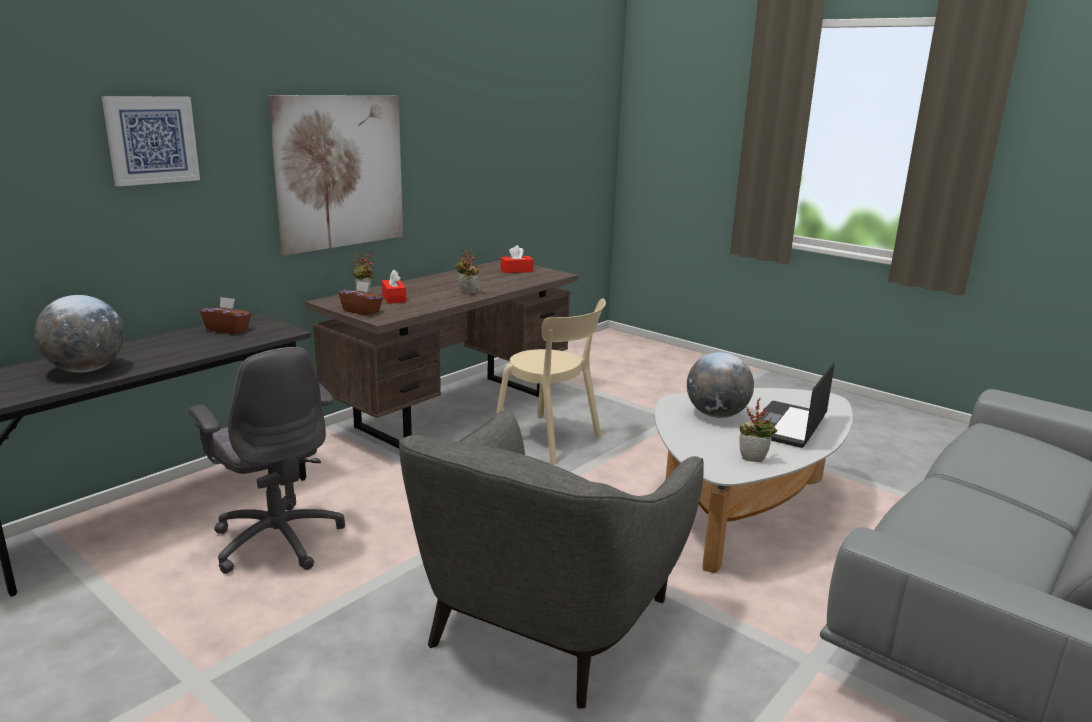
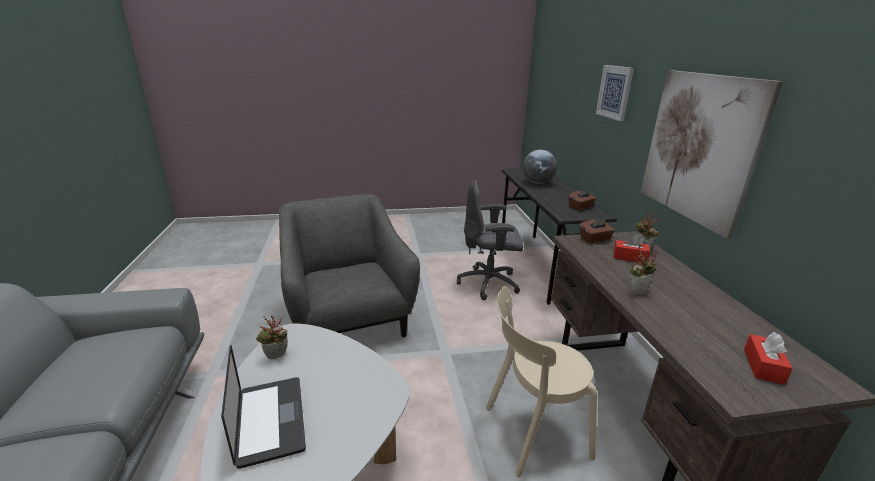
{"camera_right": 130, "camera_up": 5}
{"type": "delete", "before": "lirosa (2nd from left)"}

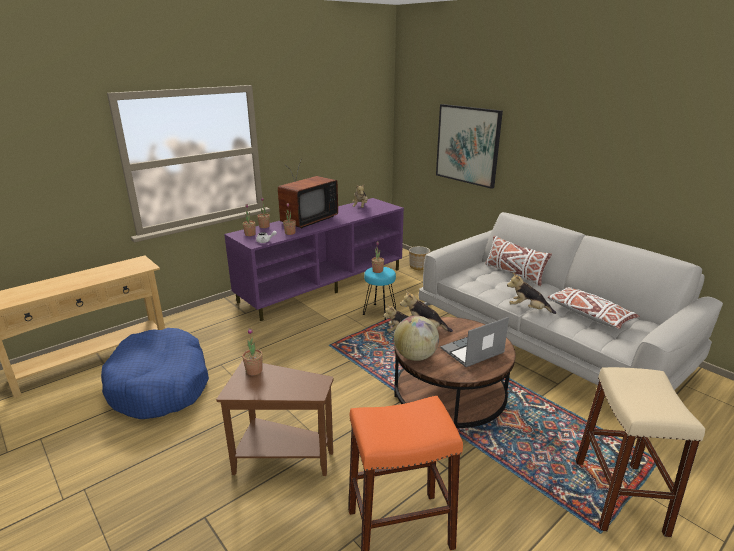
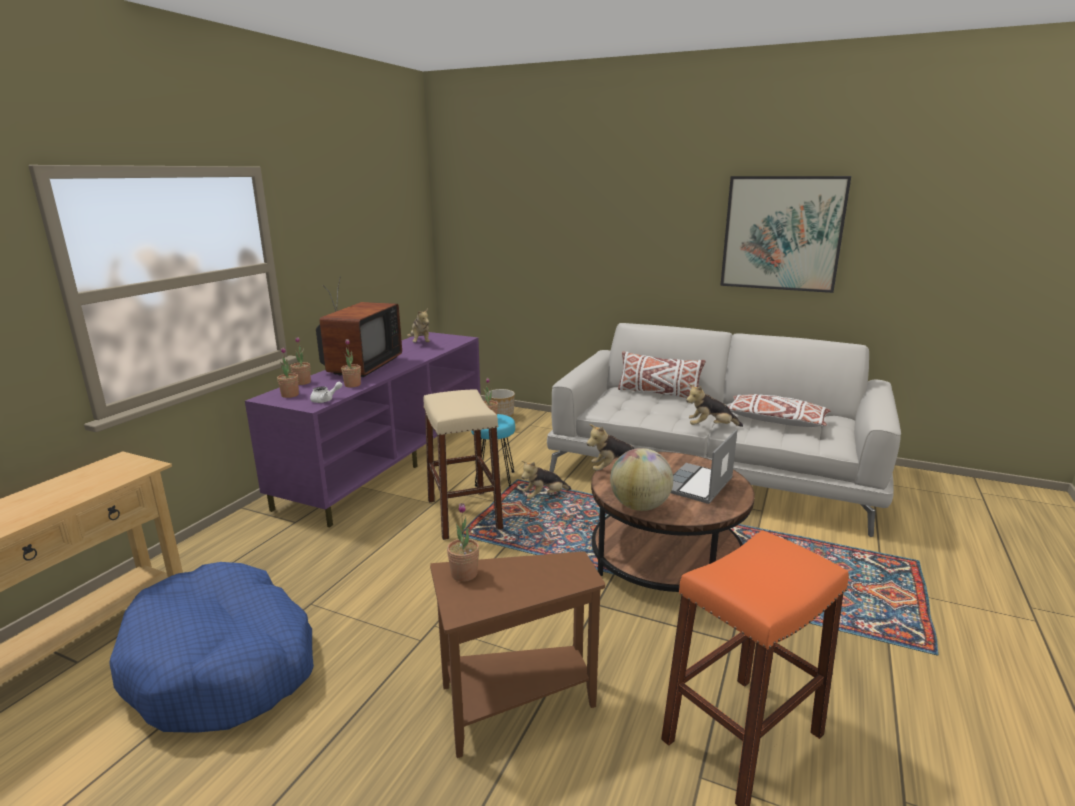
{"camera_right": -25, "camera_up": -5}
{"type": "move", "before": "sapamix"}
{"type": "move", "before": "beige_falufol"}

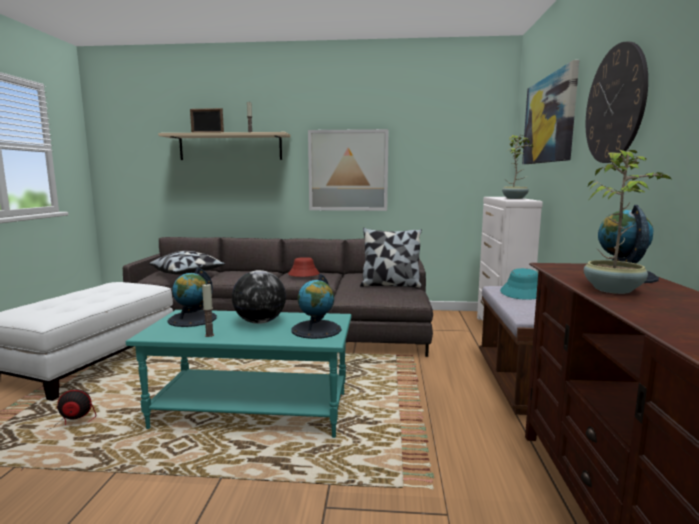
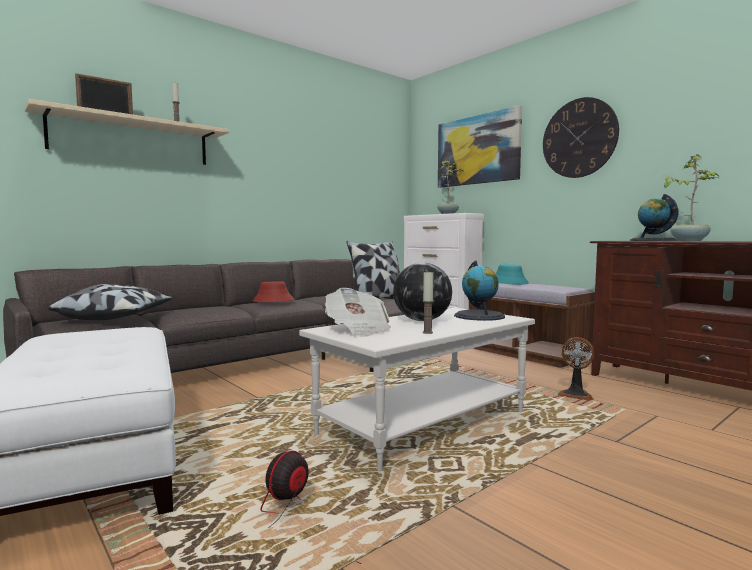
{"camera_right": -45, "camera_up": -5}
{"type": "delete", "before": "sapamix (1st from left)"}
{"type": "insert", "after": "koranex (2nd from left)"}
{"type": "replace", "before": "lirosa (1st from left)", "after": "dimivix"}
{"type": "recolor", "before": "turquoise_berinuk", "after": "white_berinuk"}

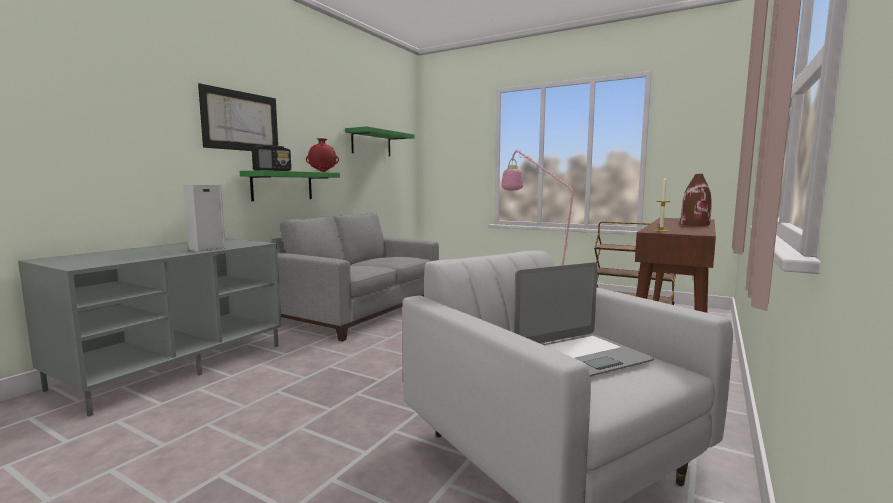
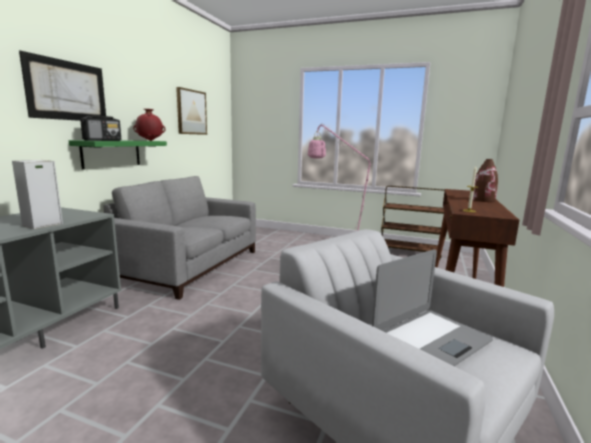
{"camera_right": -10, "camera_up": 5}
{"type": "replace", "before": "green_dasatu (2nd from left)", "after": "sapamix (2nd from left)"}

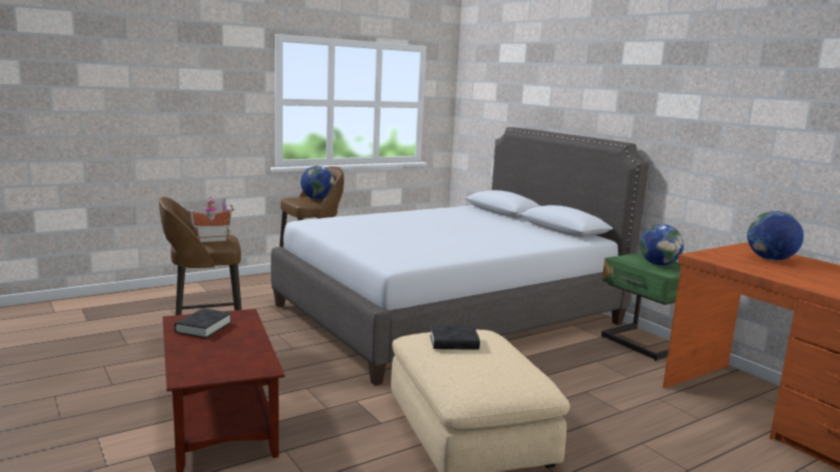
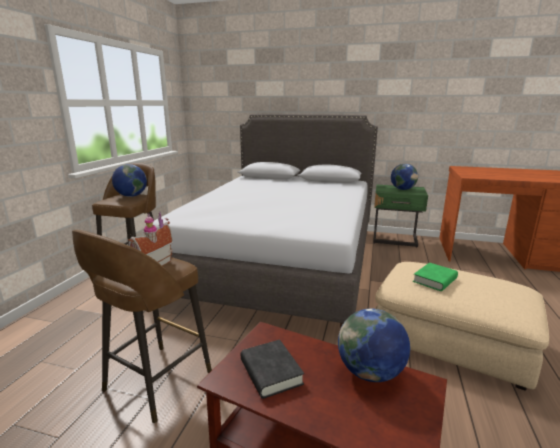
{"camera_right": -40, "camera_up": 5}
{"type": "move", "before": "lirosa (3rd from left in the first image)", "after": "lirosa (2nd from left)"}
{"type": "recolor", "before": "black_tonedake (2nd from left)", "after": "green_tonedake"}

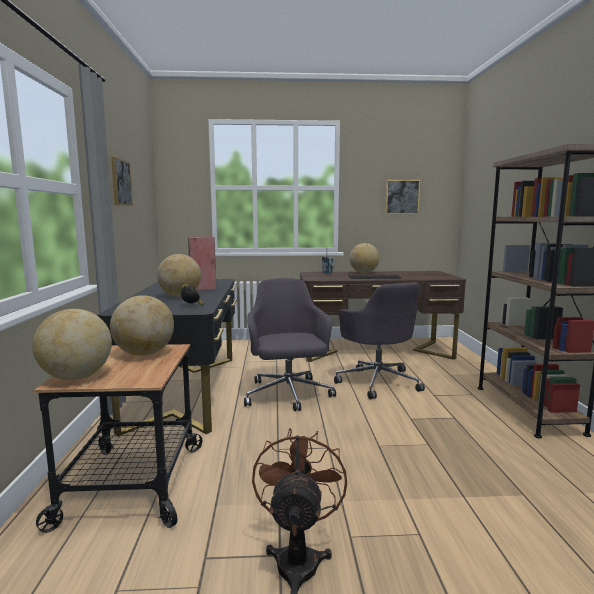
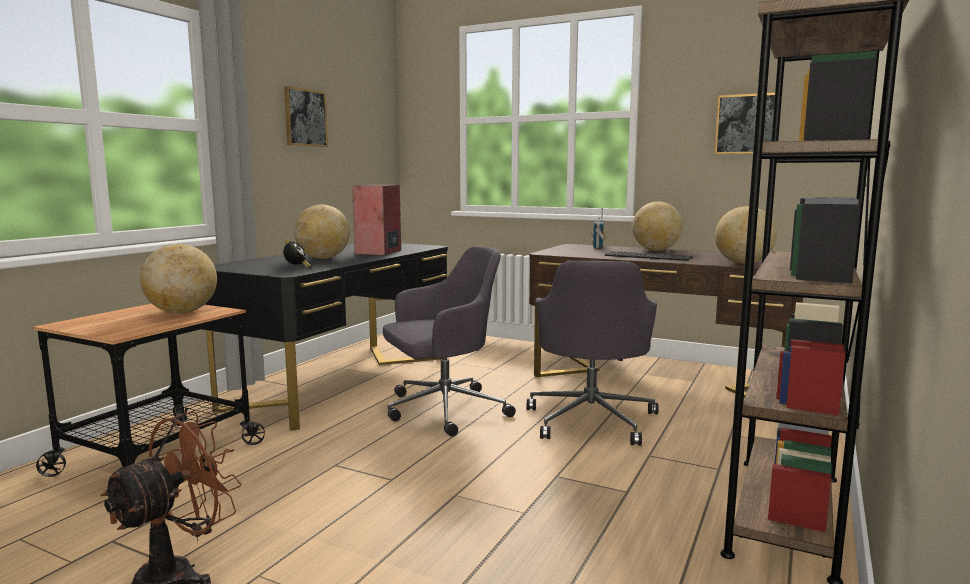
{"camera_right": 30, "camera_up": 0}
{"type": "move", "before": "lirosa (1st from left in the first image)", "after": "lirosa (4th from left)"}
{"type": "rotate", "before": "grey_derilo (1st from left)", "turn": 45}

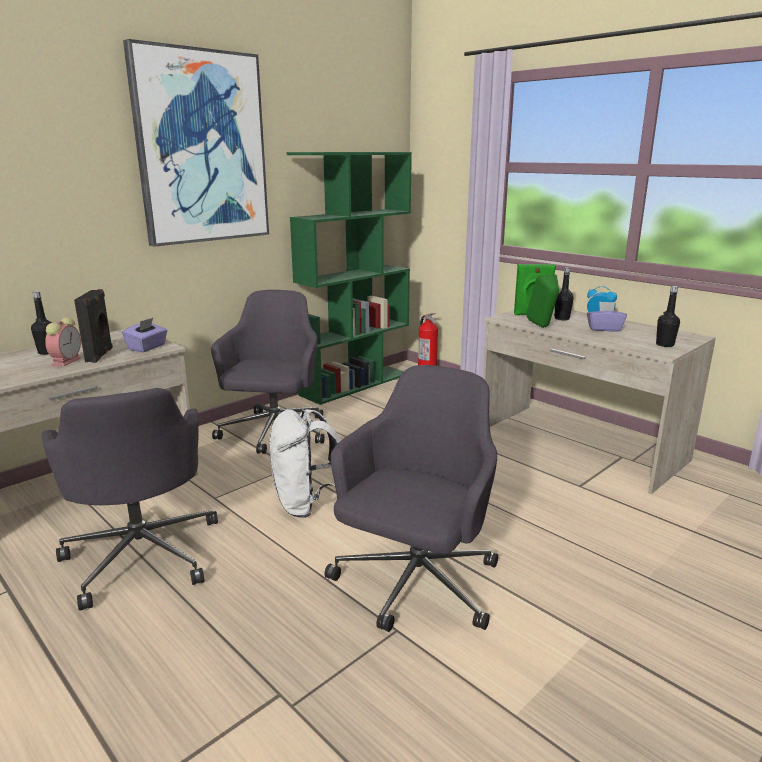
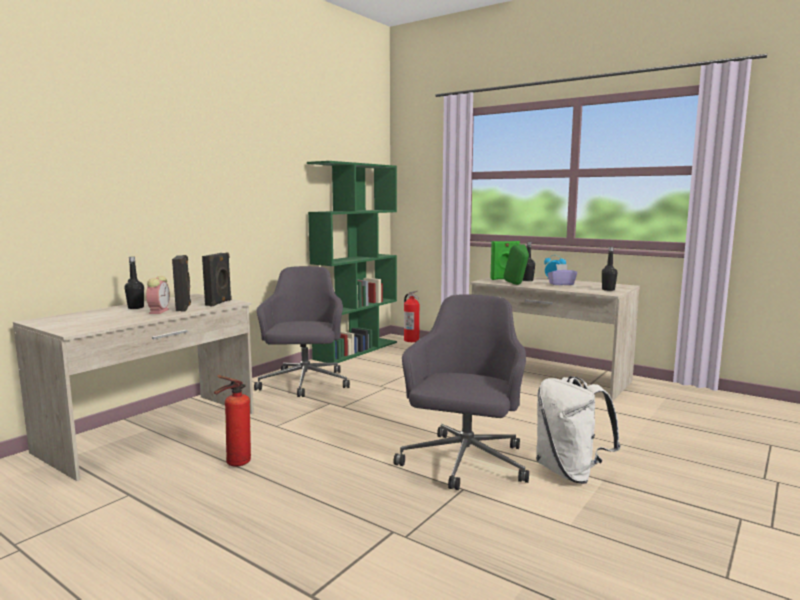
{"camera_right": -10, "camera_up": -10}
{"type": "delete", "before": "sapamix"}
{"type": "move", "before": "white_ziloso"}
{"type": "replace", "before": "grey_derilo (1st from left)", "after": "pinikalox (1st from left)"}
{"type": "replace", "before": "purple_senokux (1st from left)", "after": "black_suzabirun (2nd from left)"}

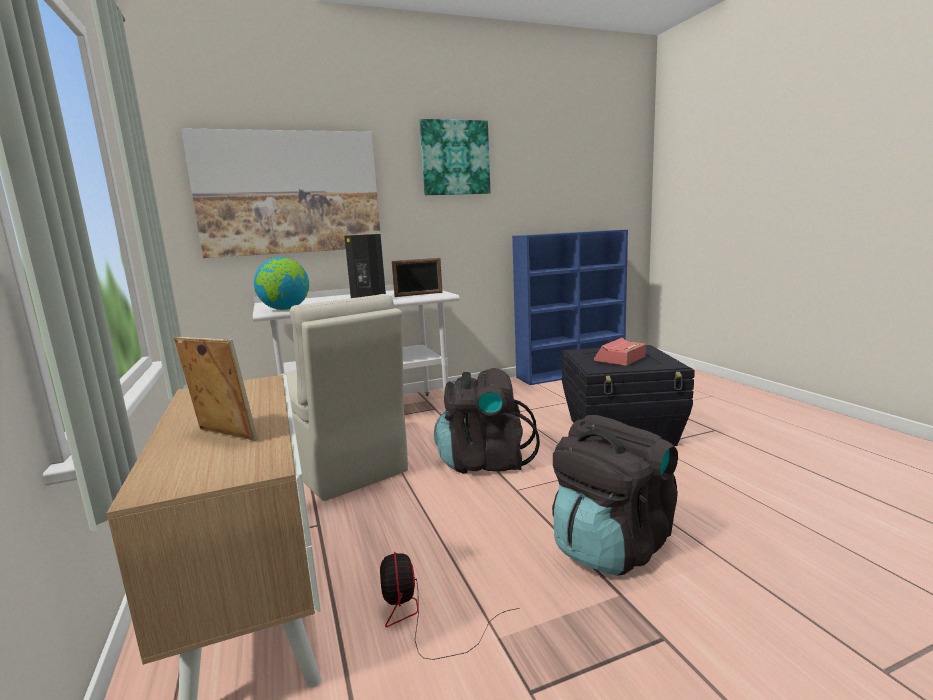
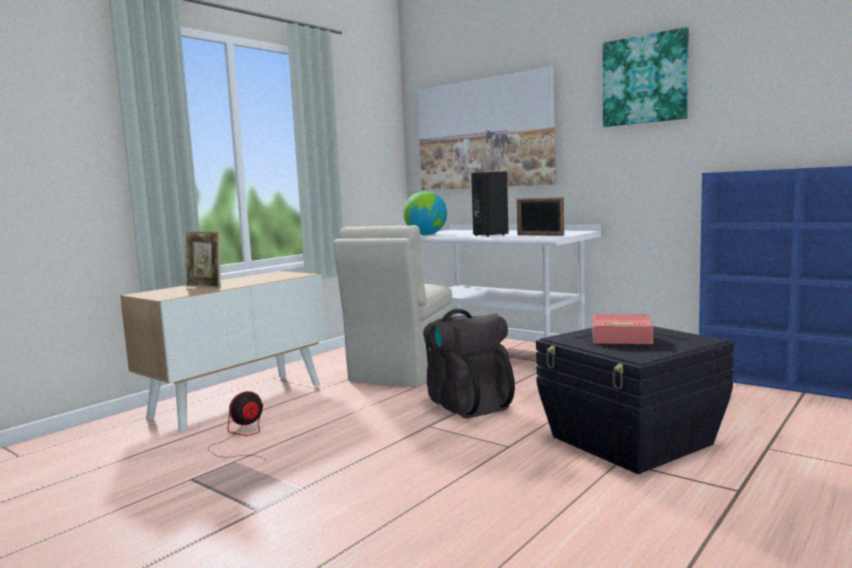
{"camera_right": 60, "camera_up": -5}
{"type": "delete", "before": "black_ziloso (2nd from left)"}
{"type": "rotate", "before": "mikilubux (1st from left)", "turn": 120}

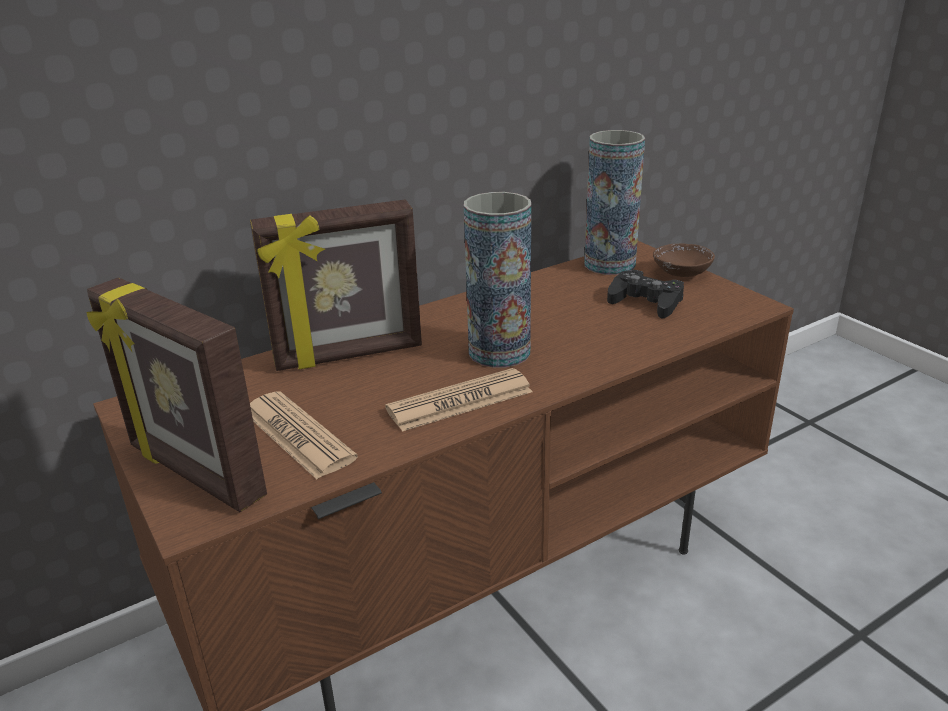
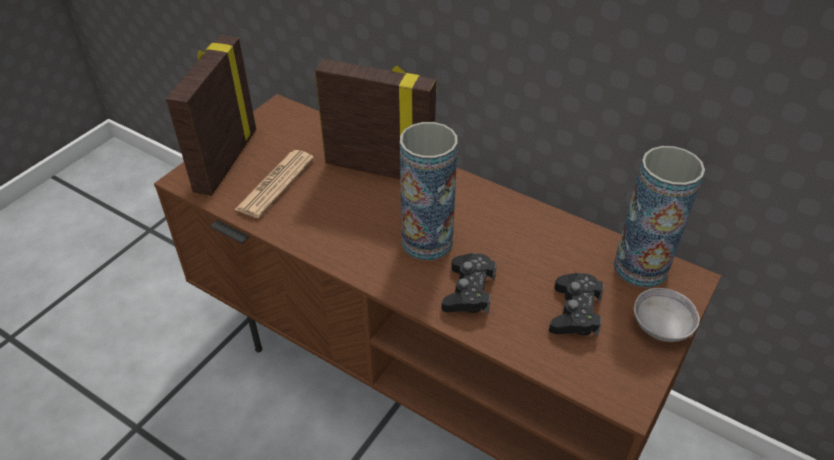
{"camera_right": 65, "camera_up": 15}
{"type": "delete", "before": "dimivix (2nd from left)"}
{"type": "insert", "after": "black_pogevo (1st from left)"}
{"type": "recolor", "before": "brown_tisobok", "after": "grey_tisobok"}
{"type": "rotate", "before": "mikilubux (2nd from left)", "turn": 150}

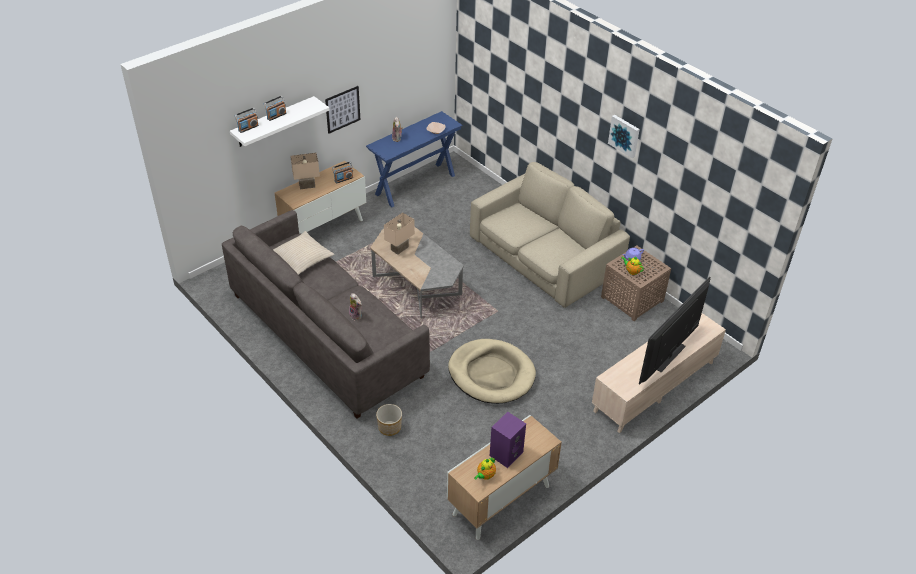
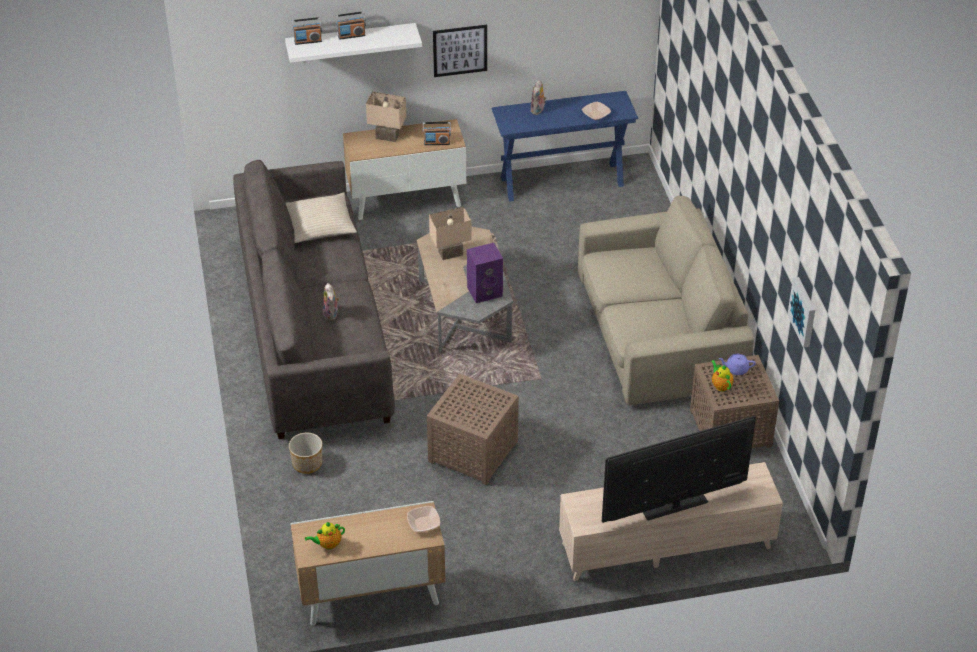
{"camera_right": 30, "camera_up": 0}
{"type": "insert", "after": "tisobok (1st from left)"}
{"type": "move", "before": "purple_suzabirun"}
{"type": "move", "before": "sapamix (2nd from left)"}
{"type": "replace", "before": "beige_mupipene", "after": "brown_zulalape (1st from left)"}

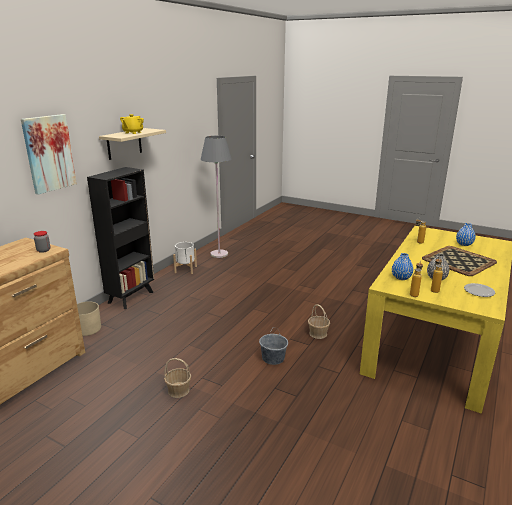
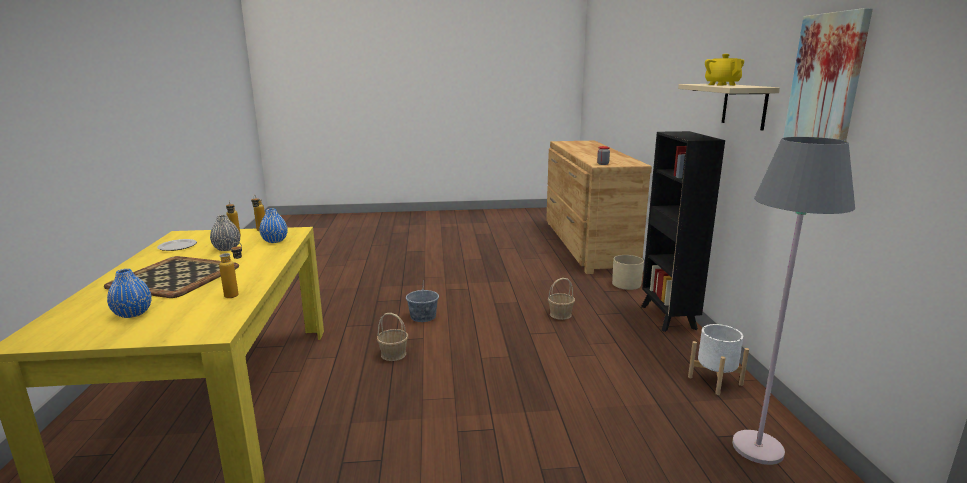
{"camera_right": 145, "camera_up": -5}
{"type": "move", "before": "sapamix"}
{"type": "move", "before": "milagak (1st from left in the first image)", "after": "milagak (2nd from left)"}

